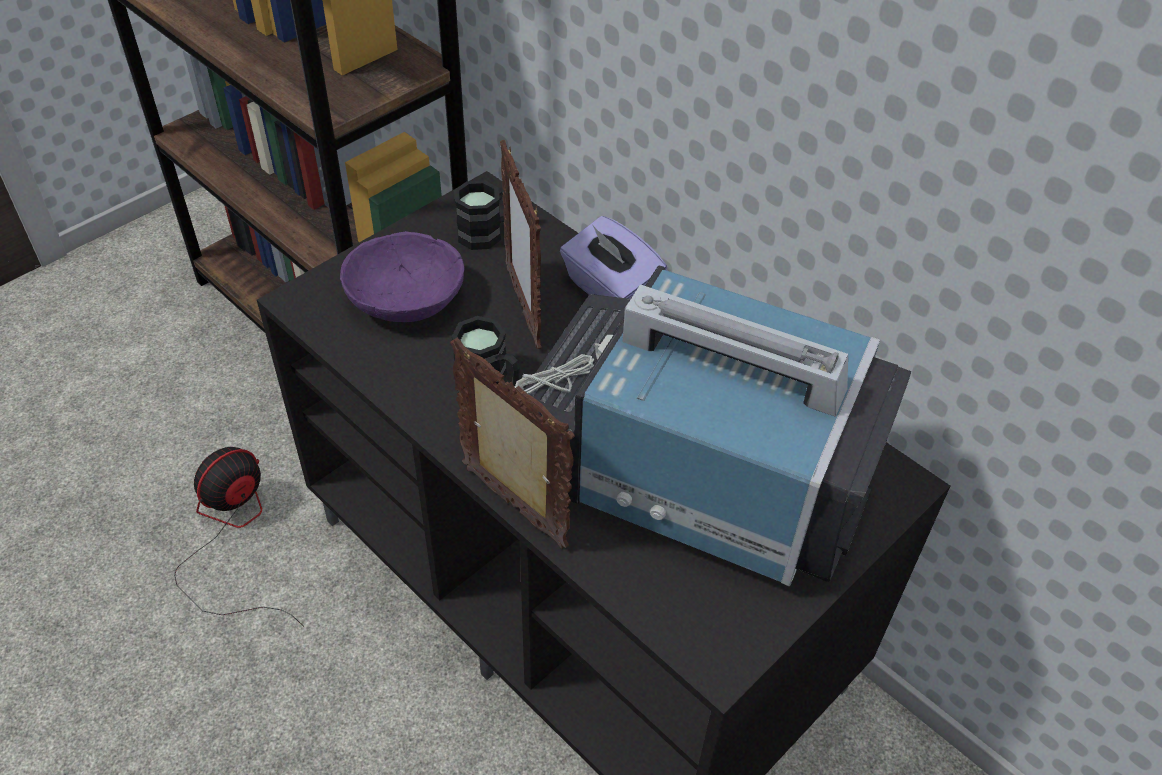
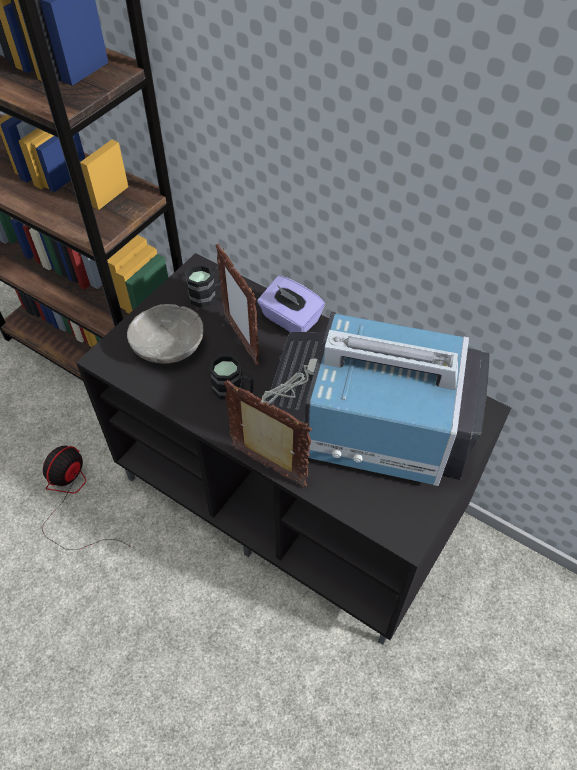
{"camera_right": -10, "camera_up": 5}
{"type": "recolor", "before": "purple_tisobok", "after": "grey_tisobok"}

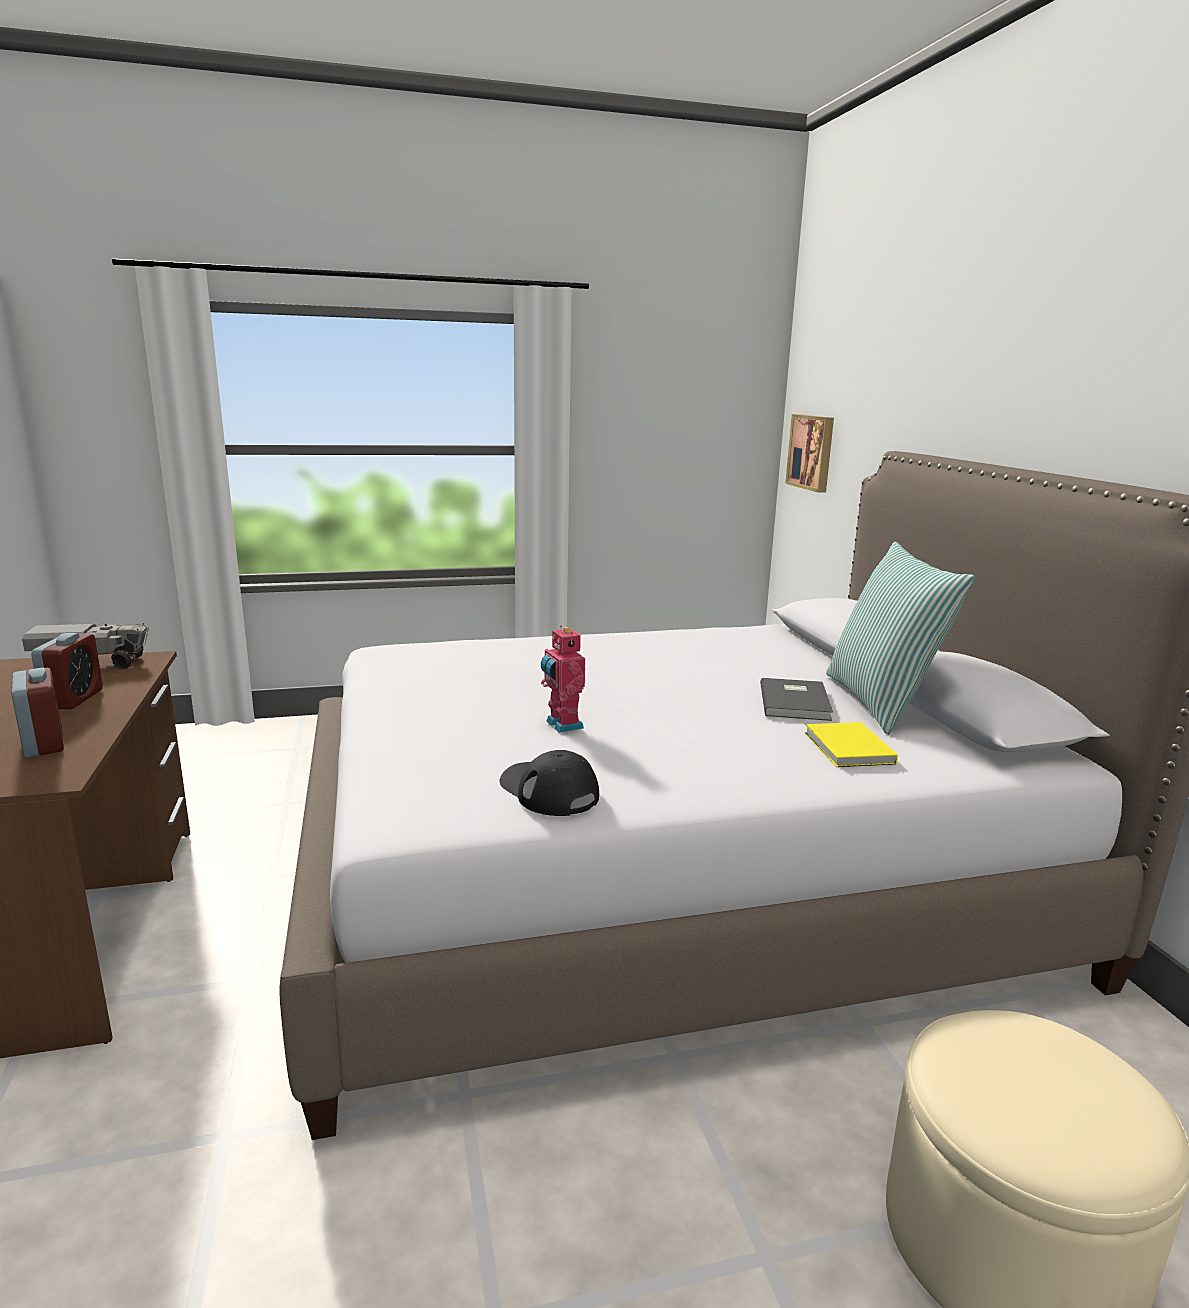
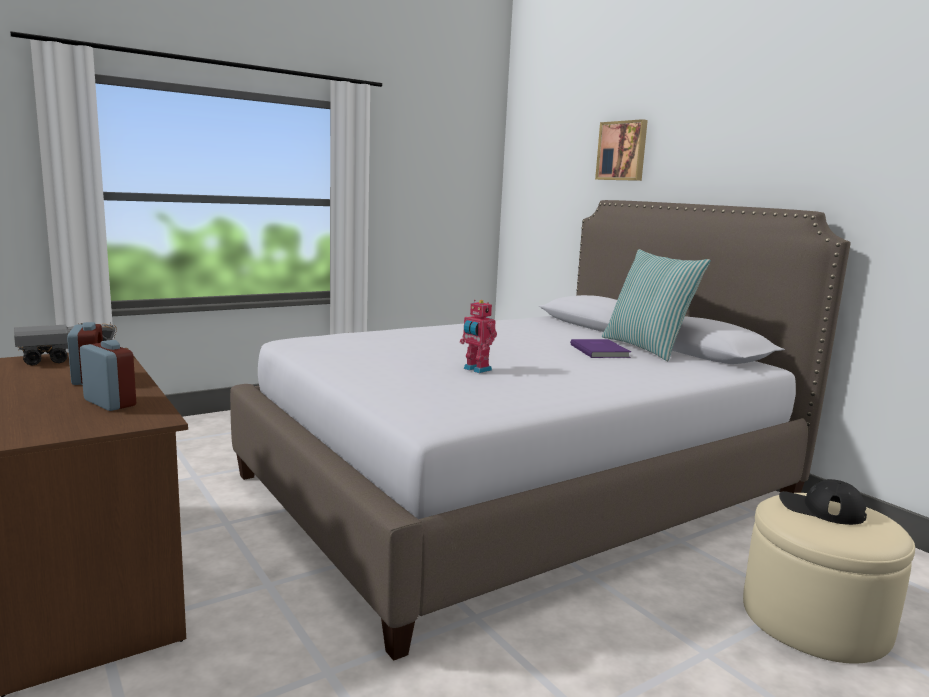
{"camera_right": -20, "camera_up": -5}
{"type": "delete", "before": "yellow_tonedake"}
{"type": "move", "before": "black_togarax"}
{"type": "move", "before": "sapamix"}
{"type": "recolor", "before": "grey_tonedake", "after": "purple_tonedake"}

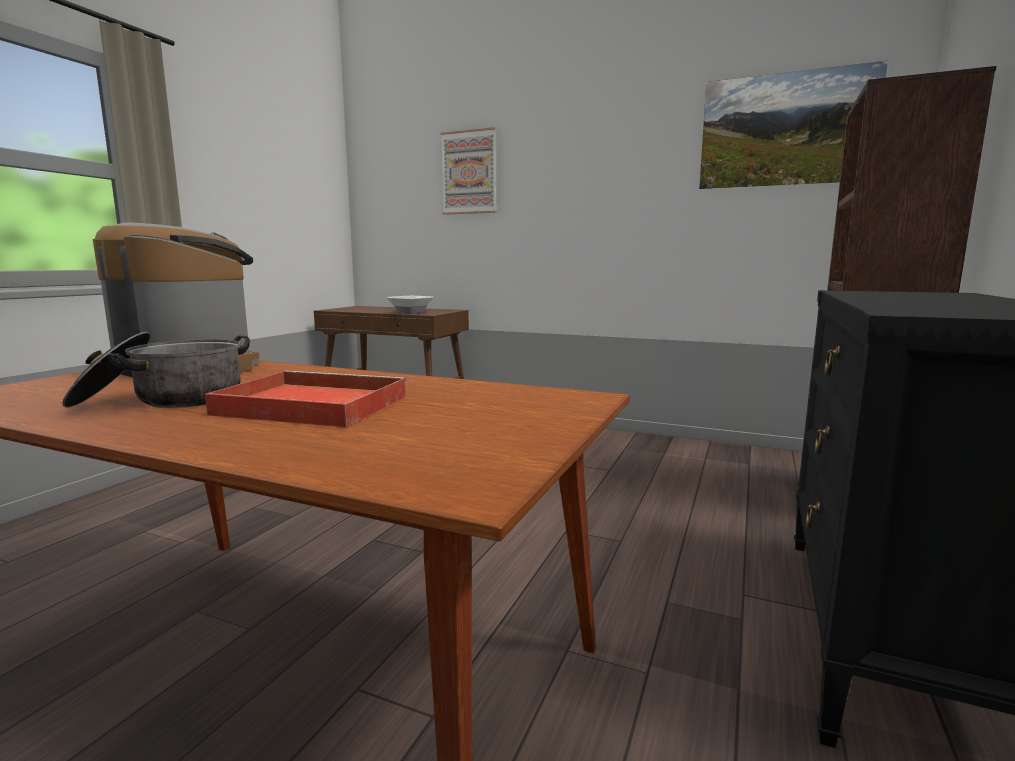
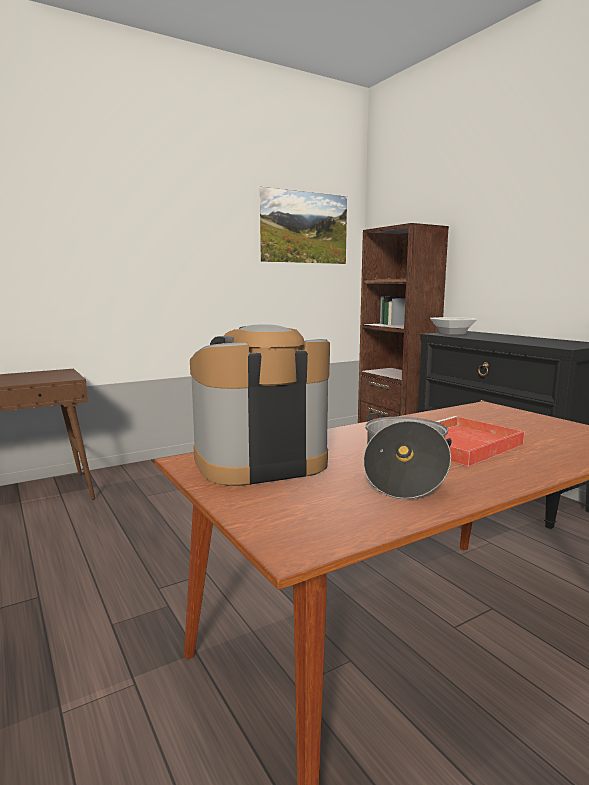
{"camera_right": -55, "camera_up": 0}
{"type": "delete", "before": "sapamix (1st from left)"}
{"type": "move", "before": "tisobok"}

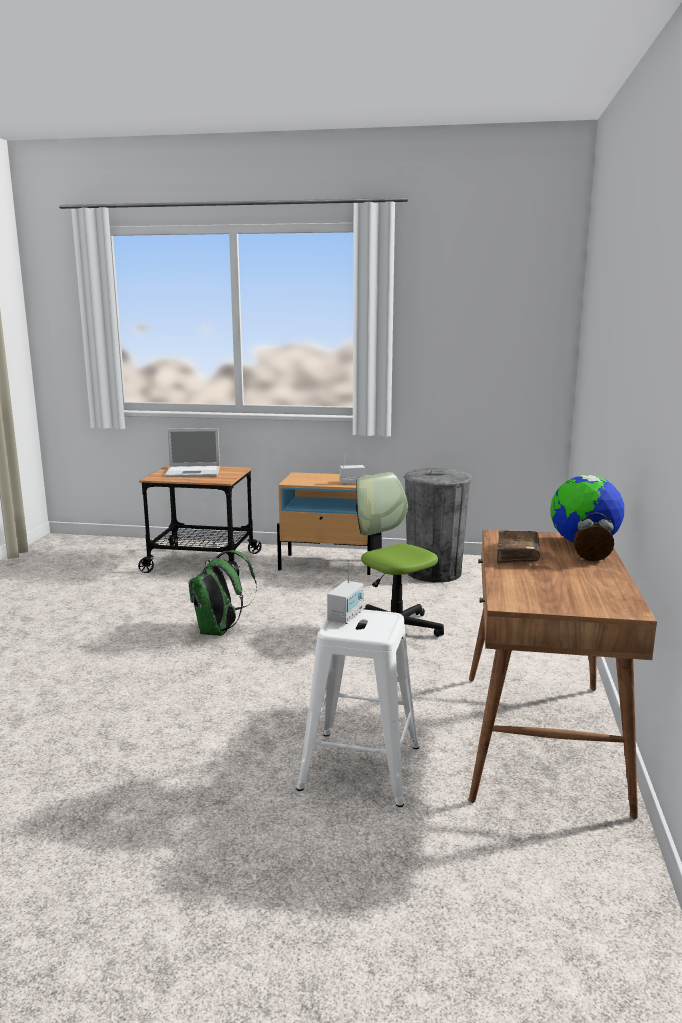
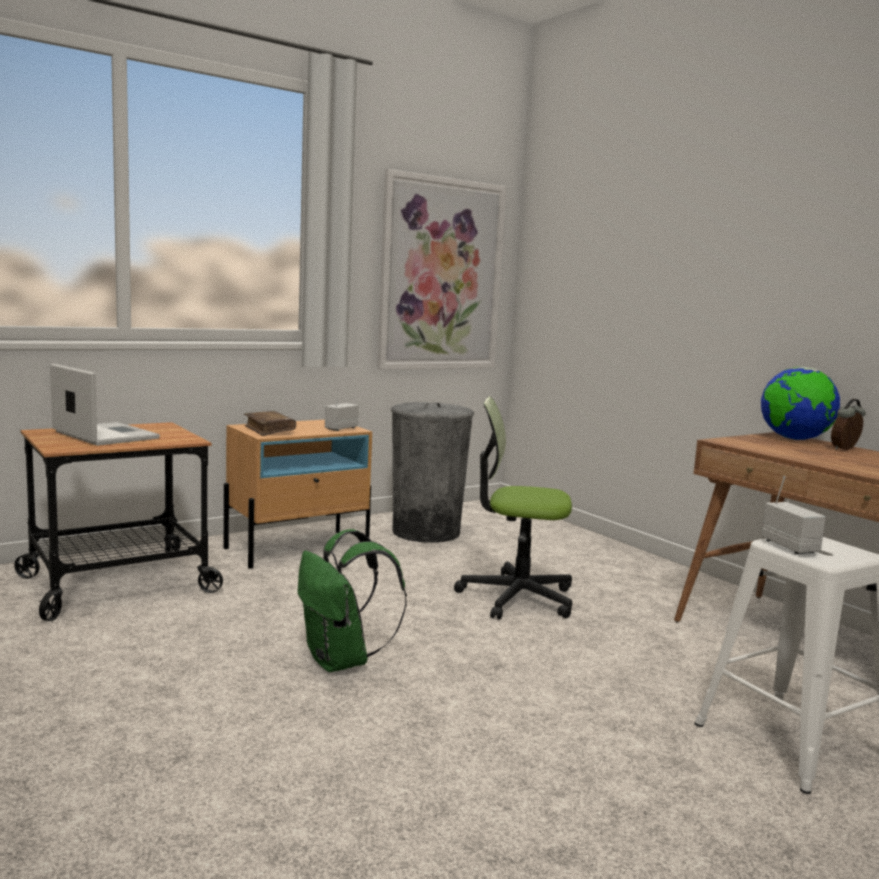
{"camera_right": -45, "camera_up": -5}
{"type": "insert", "after": "sapamix"}
{"type": "move", "before": "brown_tonedake"}
{"type": "rotate", "before": "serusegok", "turn": -90}

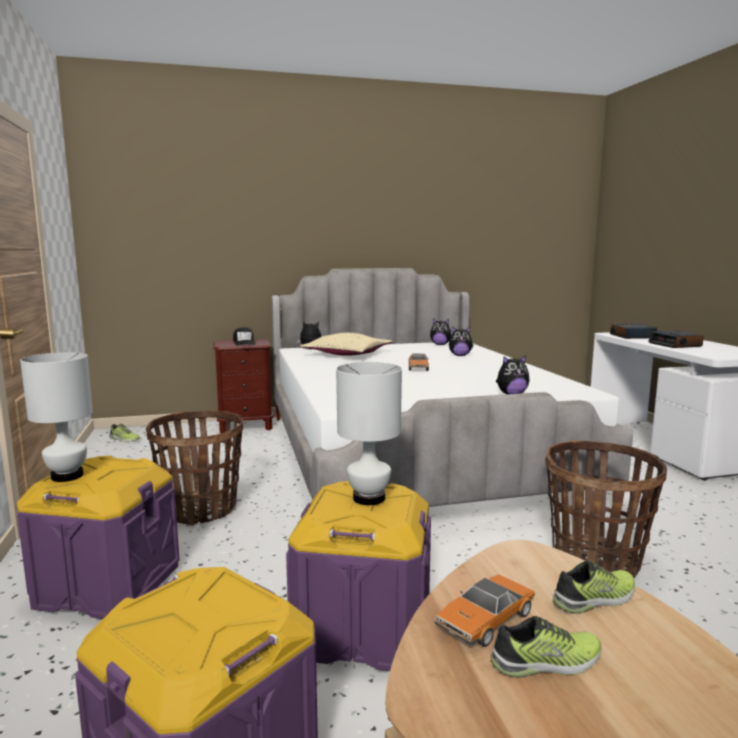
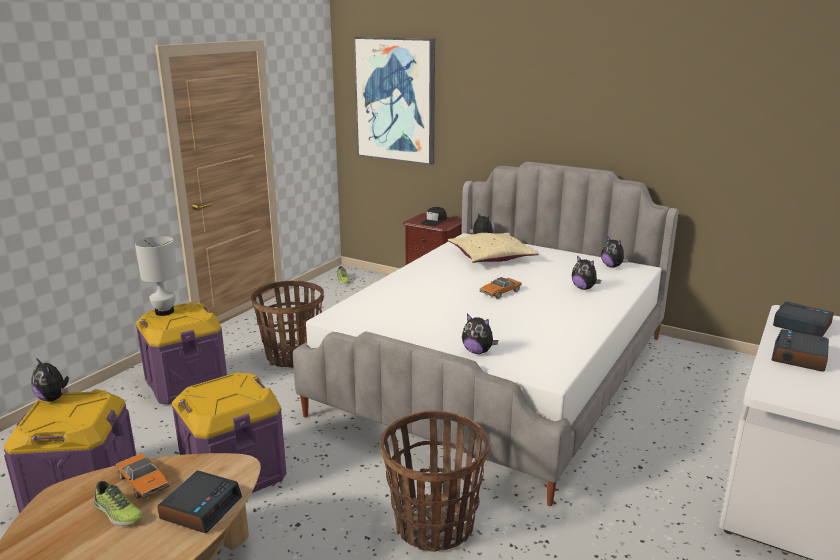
{"camera_right": 45, "camera_up": 10}
{"type": "delete", "before": "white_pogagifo (2nd from left)"}
{"type": "insert", "after": "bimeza (1st from left)"}
{"type": "insert", "after": "sapamix"}
{"type": "replace", "before": "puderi (3rd from left)", "after": "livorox (1st from left)"}
{"type": "rotate", "before": "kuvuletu (2nd from left in the first image)", "turn": -135}

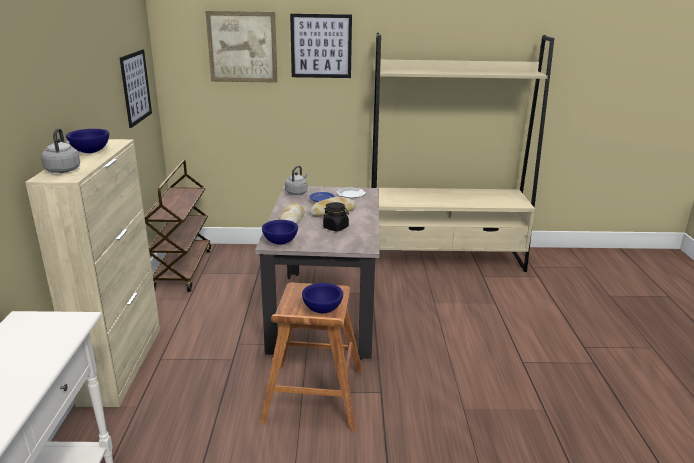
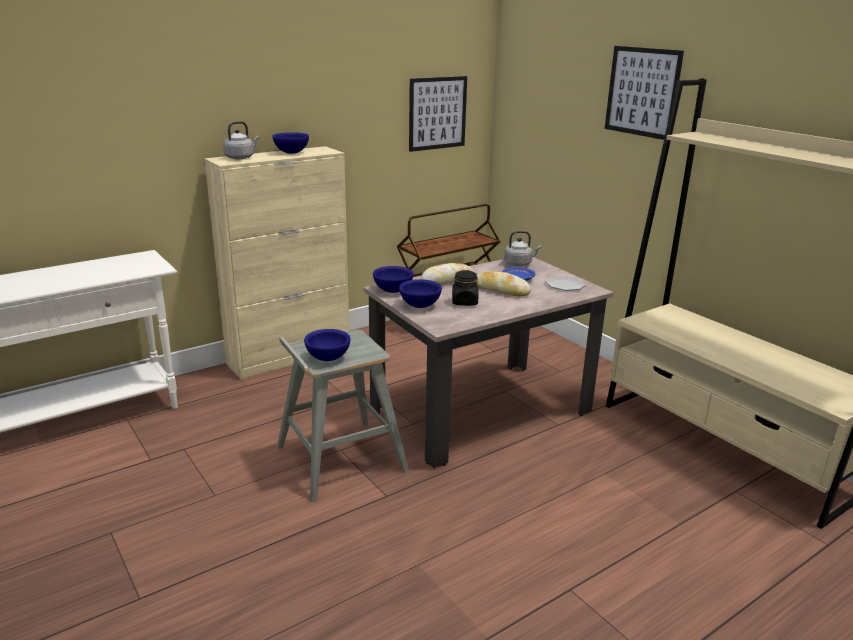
{"camera_right": 55, "camera_up": 0}
{"type": "delete", "before": "sapamix (2nd from left)"}
{"type": "insert", "after": "blue_tisobok (4th from left)"}
{"type": "recolor", "before": "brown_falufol", "after": "grey_falufol"}

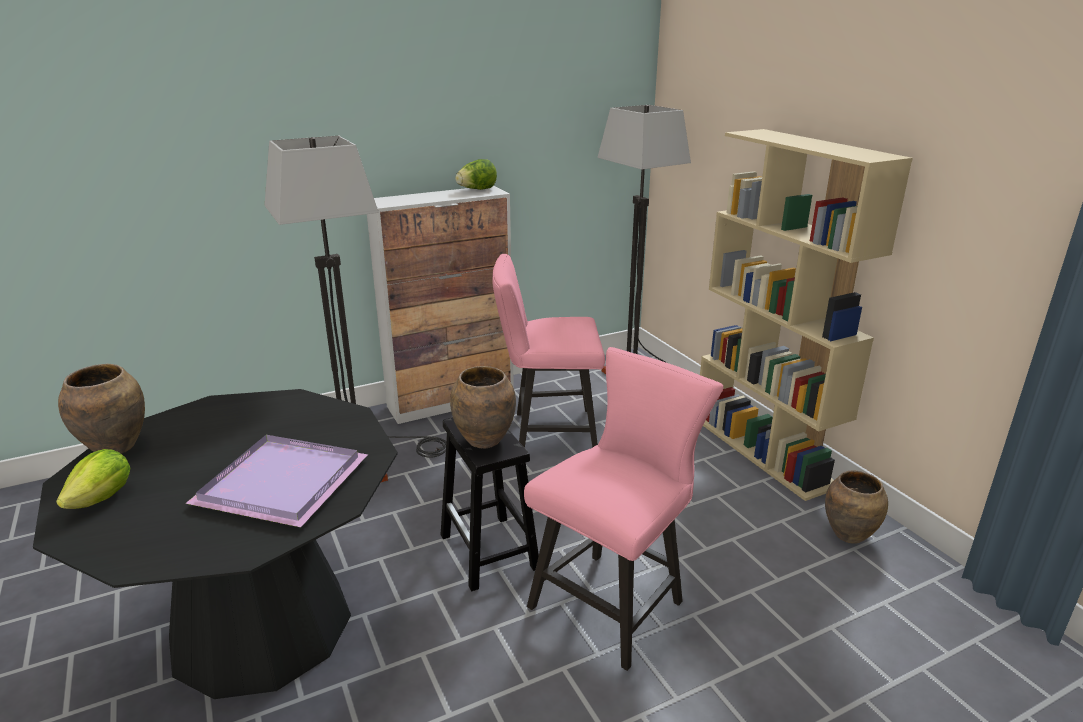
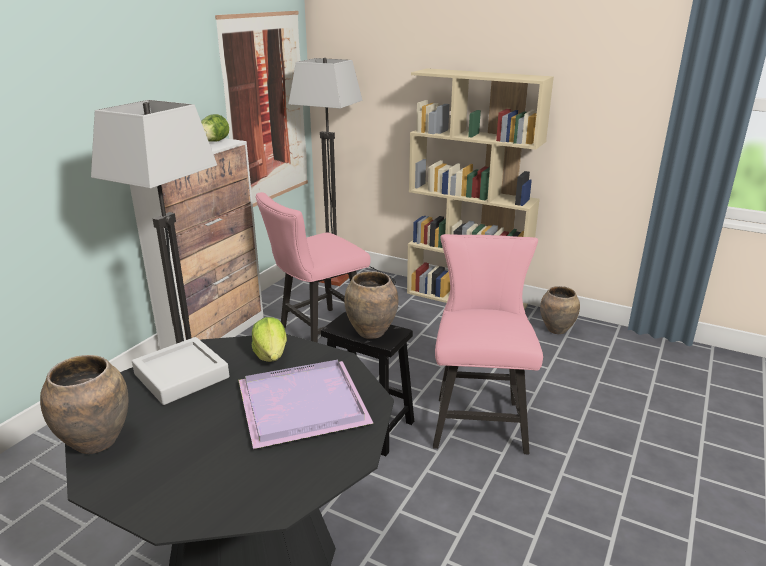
{"camera_right": -35, "camera_up": 0}
{"type": "insert", "after": "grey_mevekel"}
{"type": "insert", "after": "sapamix"}
{"type": "move", "before": "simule (1st from left in the first image)", "after": "simule (2nd from left)"}

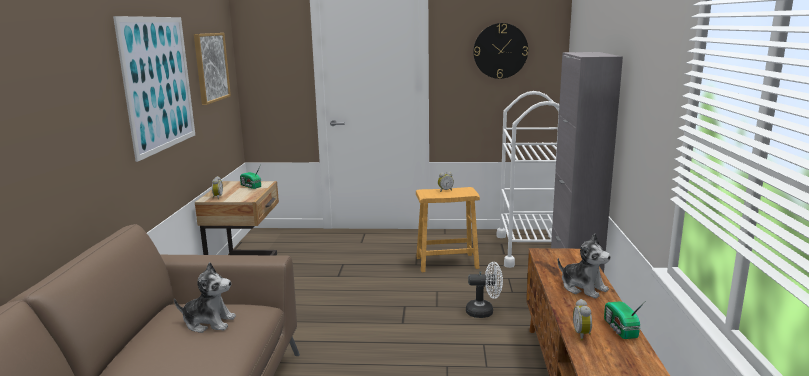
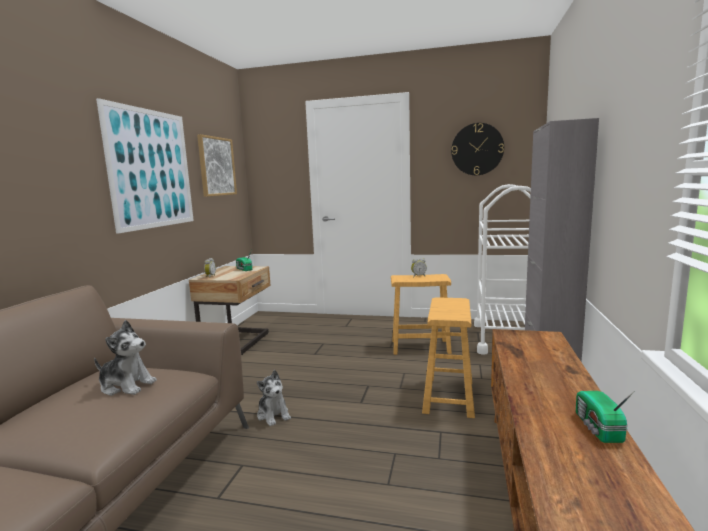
{"camera_right": 10, "camera_up": -5}
{"type": "delete", "before": "livorox (3rd from left)"}
{"type": "move", "before": "bimeza (2nd from left)"}
{"type": "replace", "before": "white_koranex", "after": "brown_falufol (2nd from left)"}

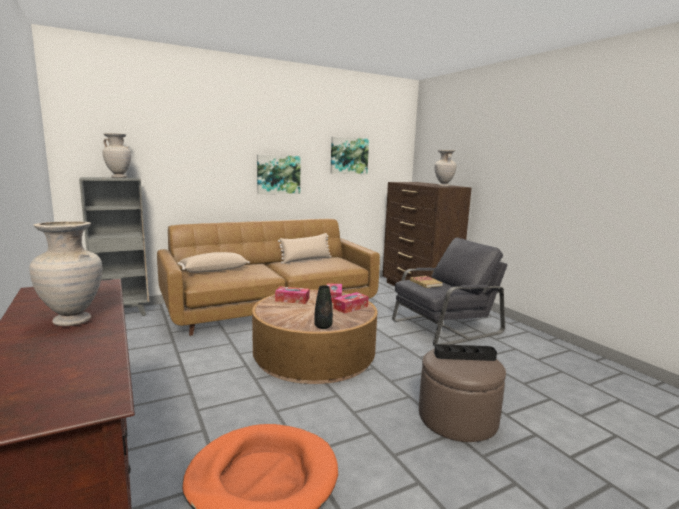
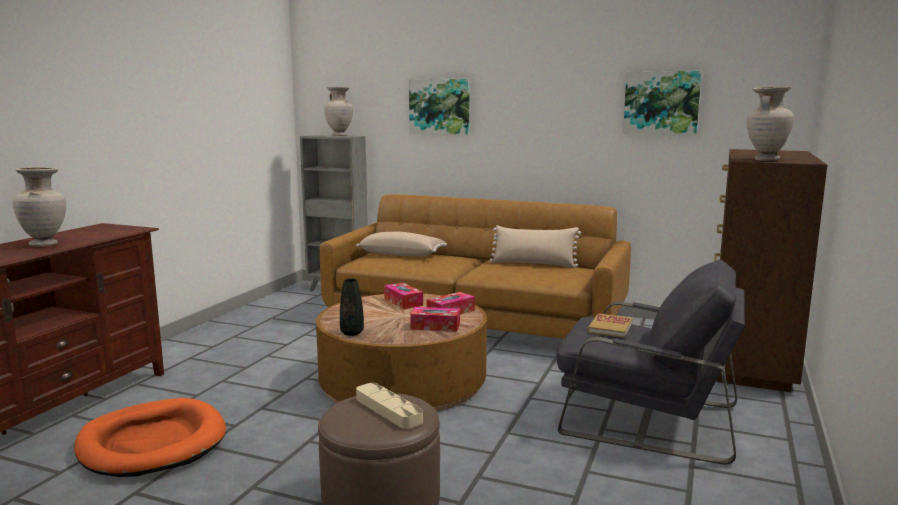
{"camera_right": 50, "camera_up": 0}
{"type": "move", "before": "sapamix (1st from left)"}
{"type": "recolor", "before": "black_mevekel", "after": "beige_mevekel"}

